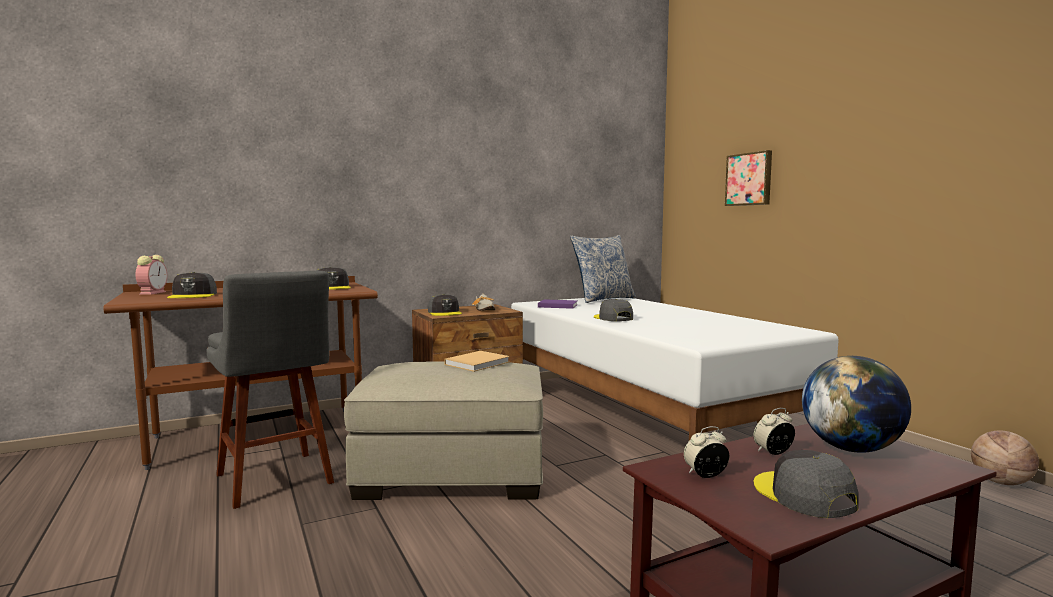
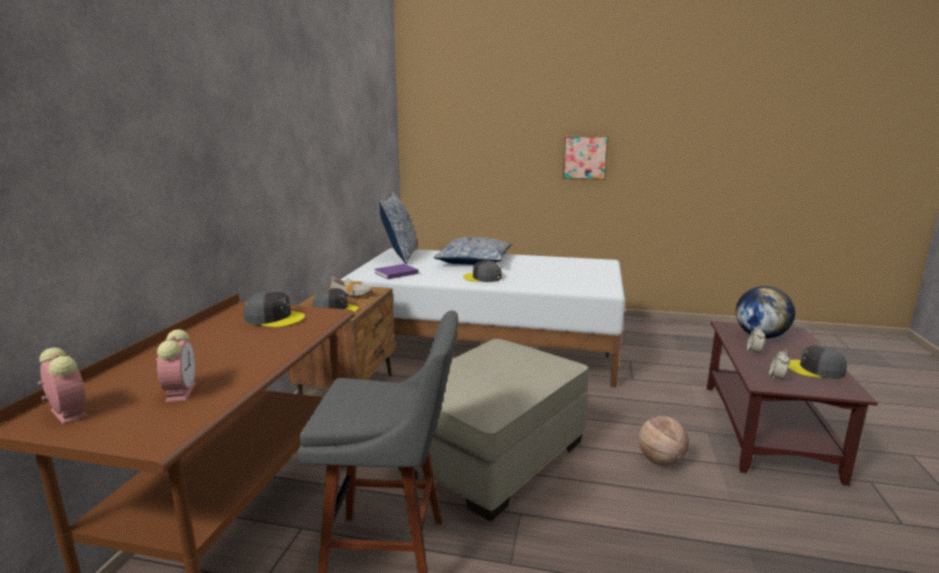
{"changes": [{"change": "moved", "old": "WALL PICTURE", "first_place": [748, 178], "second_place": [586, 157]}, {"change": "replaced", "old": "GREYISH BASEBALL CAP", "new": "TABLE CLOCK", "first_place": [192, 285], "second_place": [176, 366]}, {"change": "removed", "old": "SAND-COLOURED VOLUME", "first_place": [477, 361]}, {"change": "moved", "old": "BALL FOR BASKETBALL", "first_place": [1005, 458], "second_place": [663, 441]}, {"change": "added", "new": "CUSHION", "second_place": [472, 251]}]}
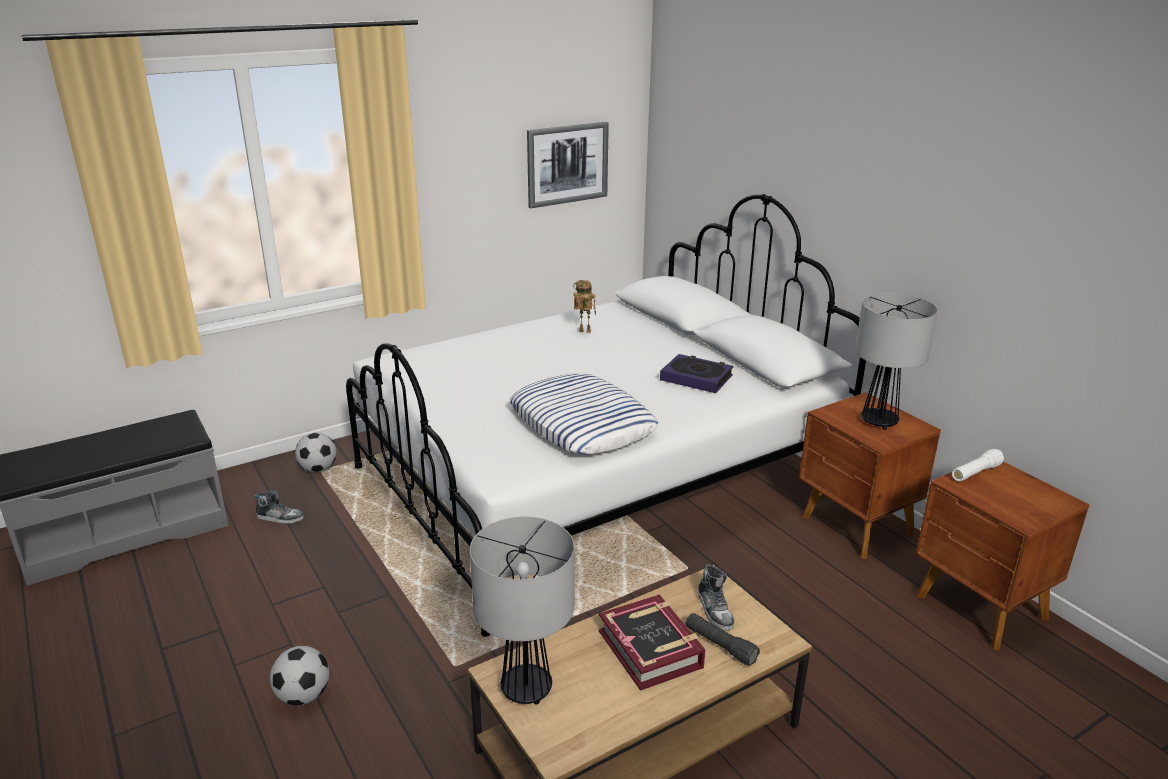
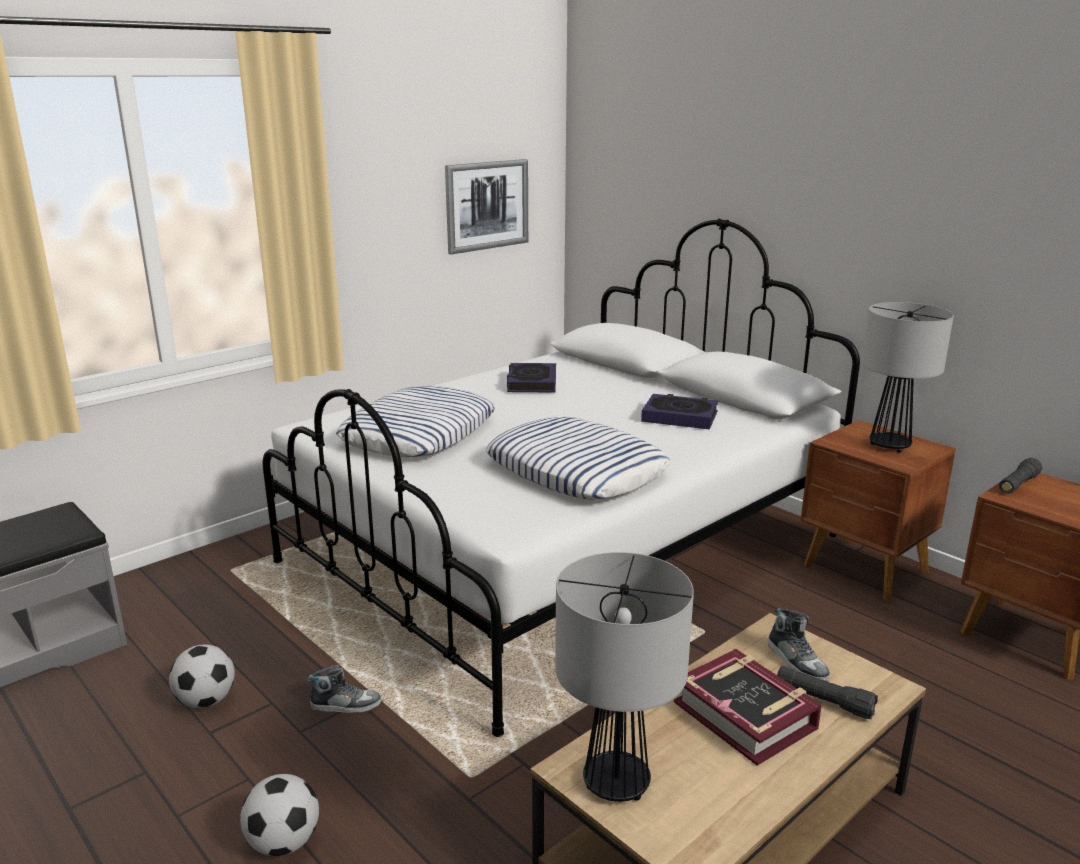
{"changes": [{"change": "replaced", "old": "MODEL ROBOT", "new": "VOLUME", "first_place": [584, 306], "second_place": [531, 378]}, {"change": "moved", "old": "BALL FOR FOOTBALL", "first_place": [316, 452], "second_place": [202, 676]}, {"change": "recoloured", "old": "WHITISH HAND TORCH", "new": "BLACK-COLOURED HAND TORCH", "first_place": [978, 465], "second_place": [1020, 476]}, {"change": "moved", "old": "SHOE", "first_place": [279, 506], "second_place": [344, 689]}, {"change": "added", "new": "CUSHION", "second_place": [415, 421]}]}
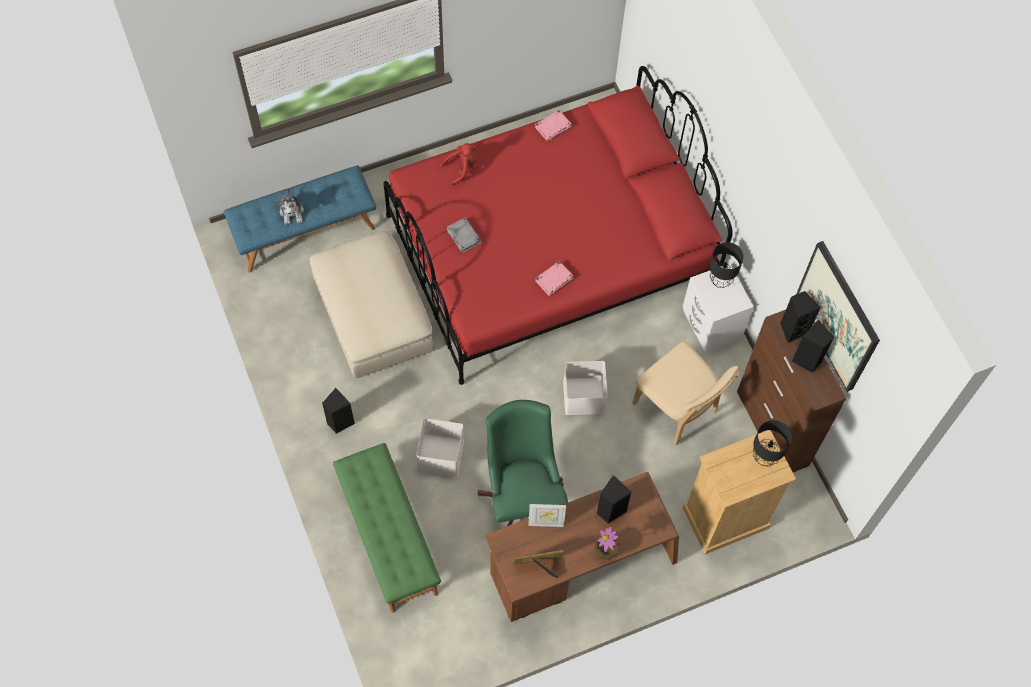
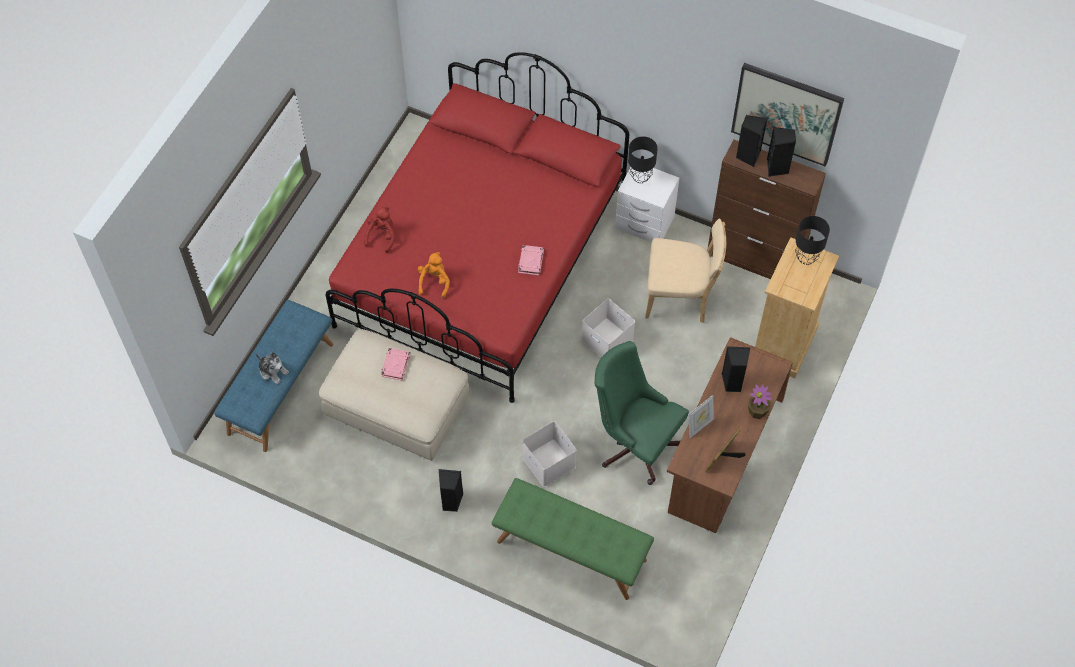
{"changes": [{"change": "moved", "old": "PINKISH VOLUME", "first_place": [553, 125], "second_place": [395, 364]}, {"change": "replaced", "old": "GREYISH VOLUME", "new": "ORANGEY SOFT TOY", "first_place": [463, 235], "second_place": [434, 275]}]}
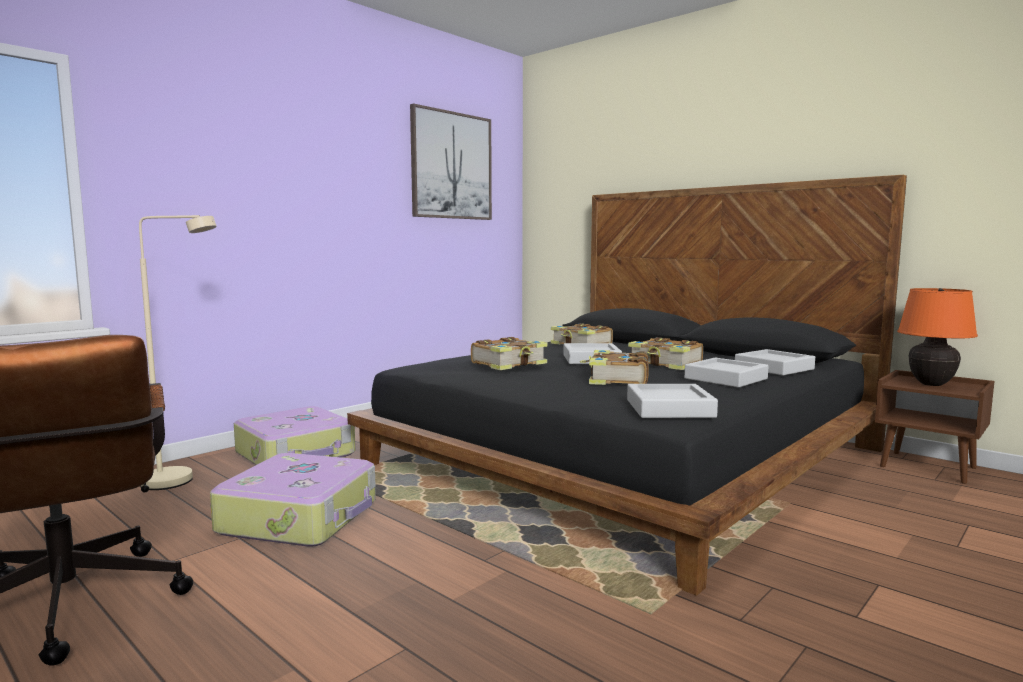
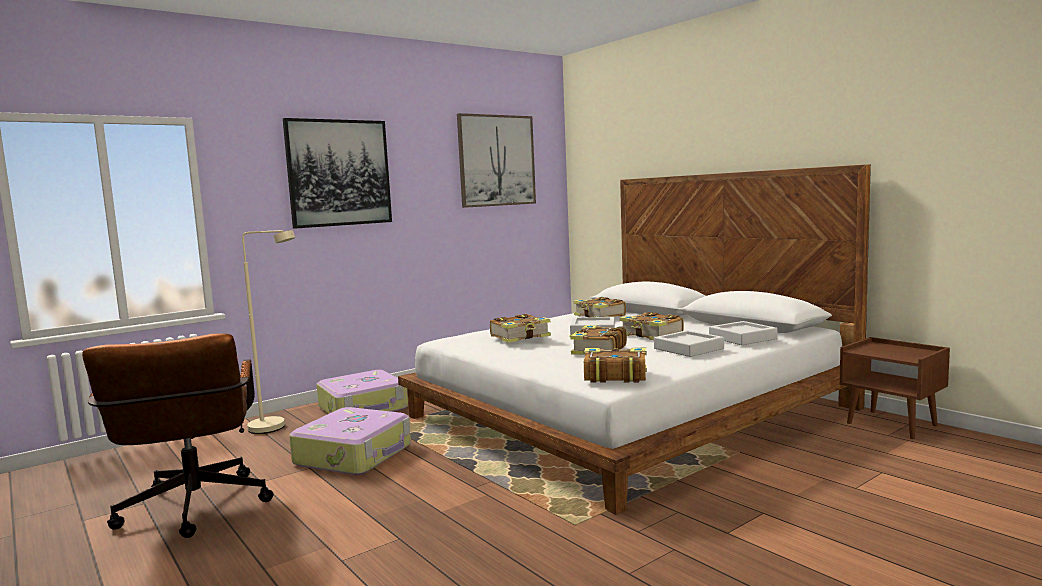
{"changes": [{"change": "recoloured", "old": "BLACK-COLOURED BED", "new": "WHITISH BED", "first_place": [627, 385], "second_place": [634, 339]}, {"change": "removed", "old": "ORANGEY TABLE LAMP", "first_place": [937, 337]}, {"change": "replaced", "old": "GREYISH TRAY", "new": "VOLUME", "first_place": [672, 401], "second_place": [615, 365]}, {"change": "added", "new": "WALL PICTURE", "second_place": [337, 173]}]}
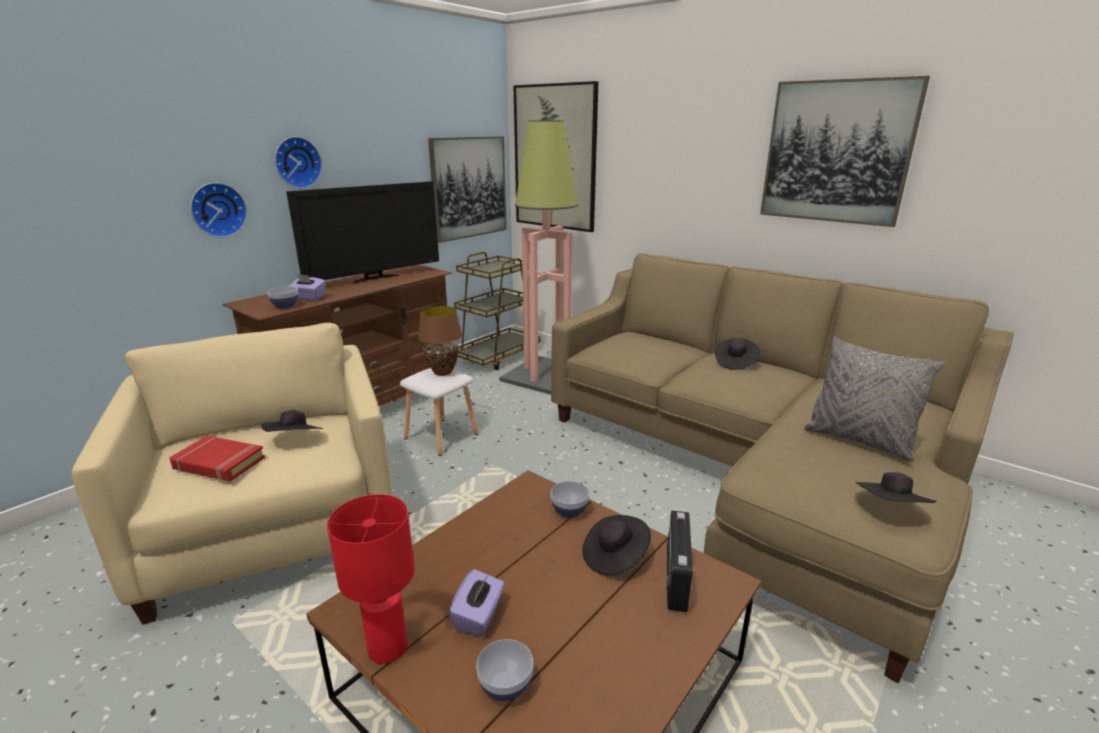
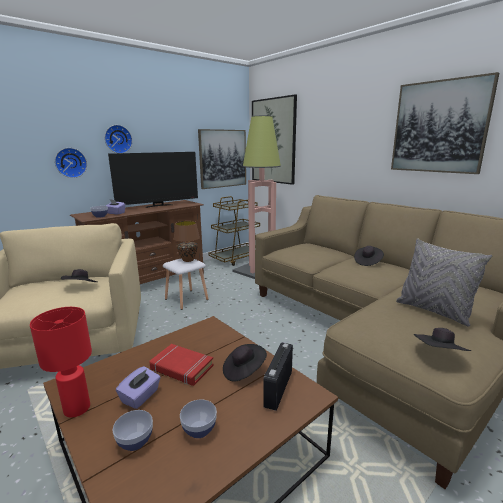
{"changes": [{"change": "moved", "old": "RED-COLOURED VOLUME", "first_place": [217, 458], "second_place": [181, 365]}, {"change": "moved", "old": "SERVING BOWL", "first_place": [570, 499], "second_place": [198, 418]}]}
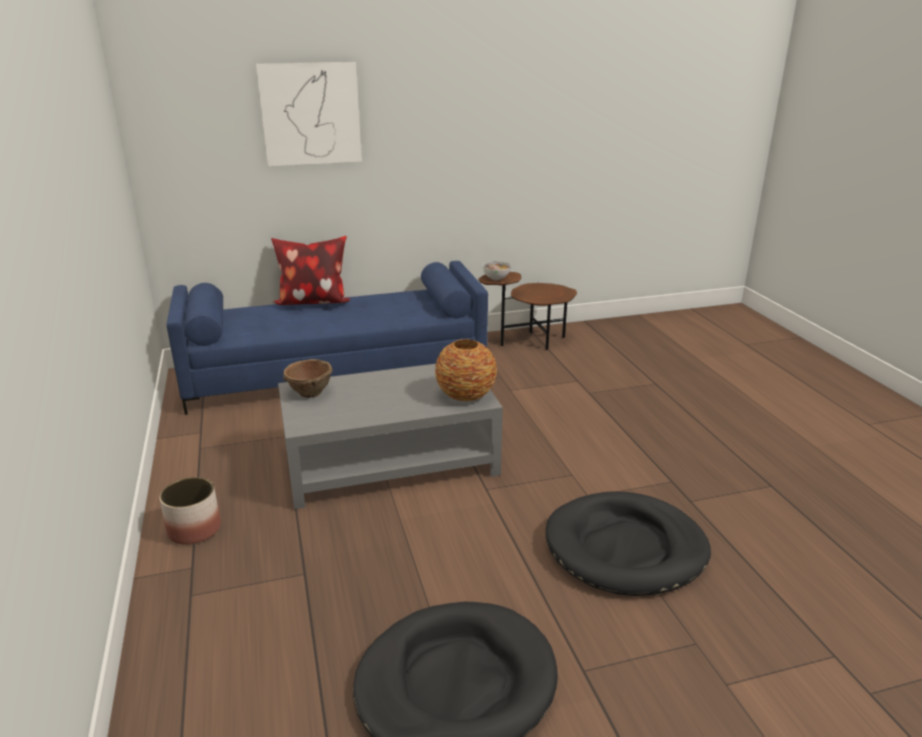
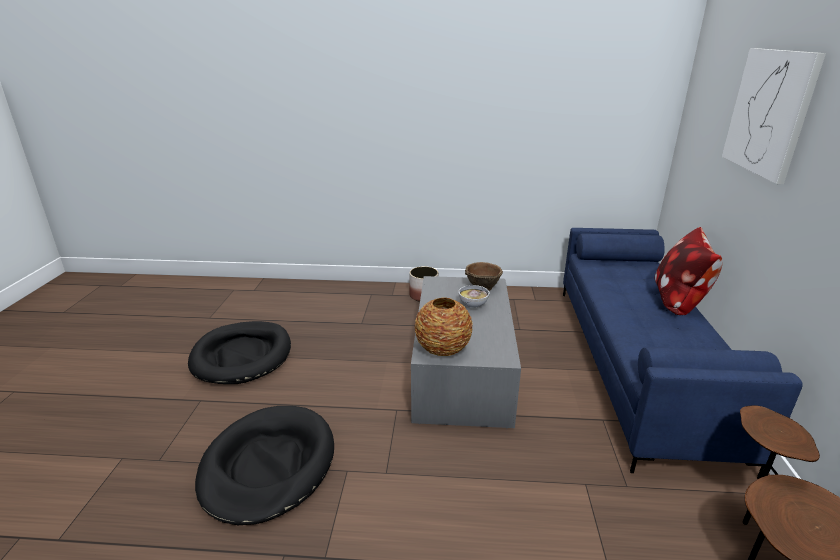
{"changes": [{"change": "moved", "old": "SERVING BOWL", "first_place": [497, 270], "second_place": [474, 296]}]}
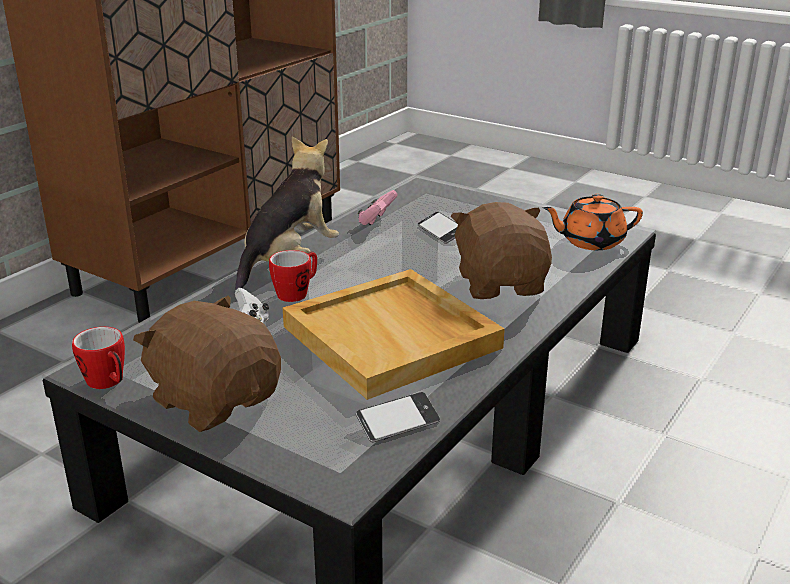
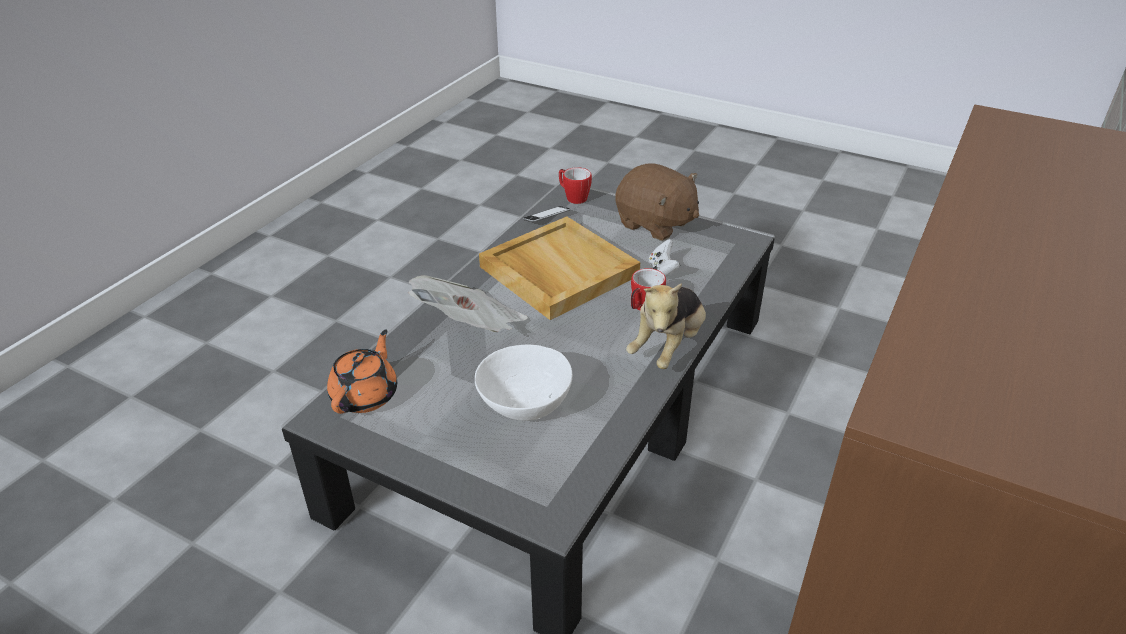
{"changes": [{"change": "removed", "old": "PINKISH JOYPAD", "first_place": [378, 207]}, {"change": "turned", "old": "ORANGEY TEAPOT", "first_place": [593, 222], "second_place": [362, 372], "degrees": -60}, {"change": "replaced", "old": "BROWN SOFT TOY", "new": "NEWSPAPER", "first_place": [501, 250], "second_place": [468, 303]}, {"change": "replaced", "old": "TELEPHONE", "new": "WHITISH SERVING BOWL", "first_place": [438, 228], "second_place": [523, 383]}, {"change": "moved", "old": "COFFEE MUG", "first_place": [98, 358], "second_place": [575, 185]}]}
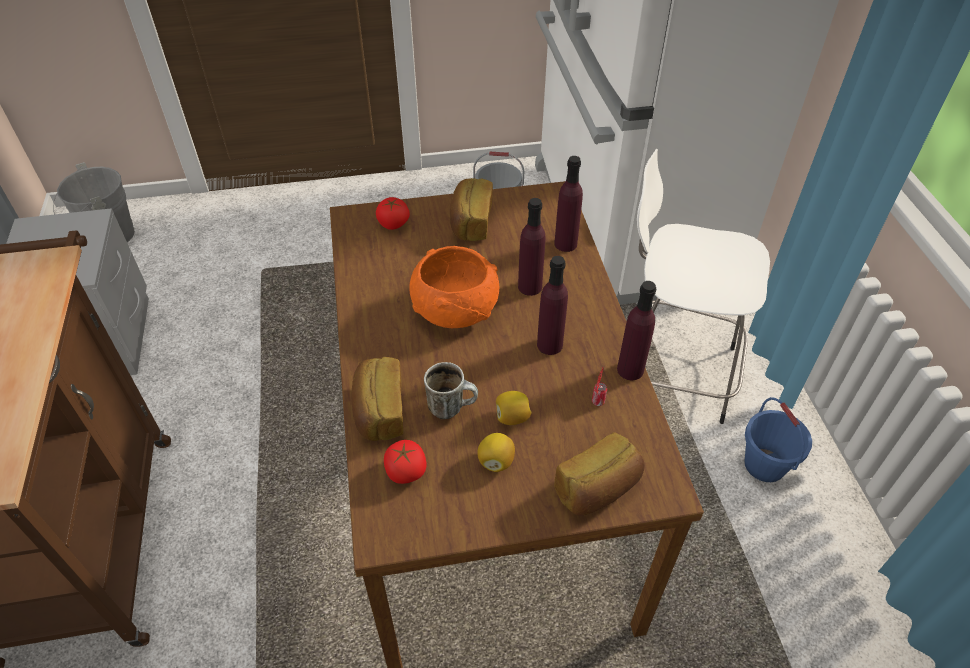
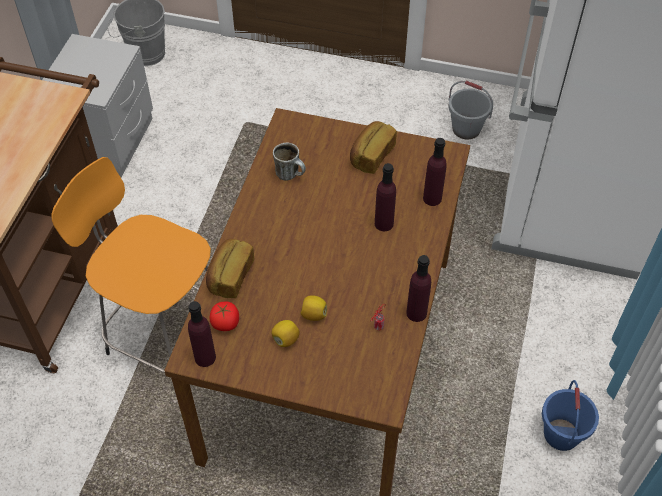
{"changes": [{"change": "removed", "old": "WHITISH STOOL", "first_place": [703, 286]}, {"change": "removed", "old": "FRESH TOMATO", "first_place": [393, 213]}, {"change": "removed", "old": "ORANGEY SERVING BOWL", "first_place": [454, 287]}, {"change": "moved", "old": "PURPLISH DRINK BOTTLE", "first_place": [552, 305], "second_place": [202, 334]}, {"change": "moved", "old": "COFFEE MUG", "first_place": [451, 390], "second_place": [289, 162]}, {"change": "removed", "old": "BREAD", "first_place": [599, 474]}, {"change": "added", "new": "ORANGEY STOOL", "second_place": [131, 265]}]}
